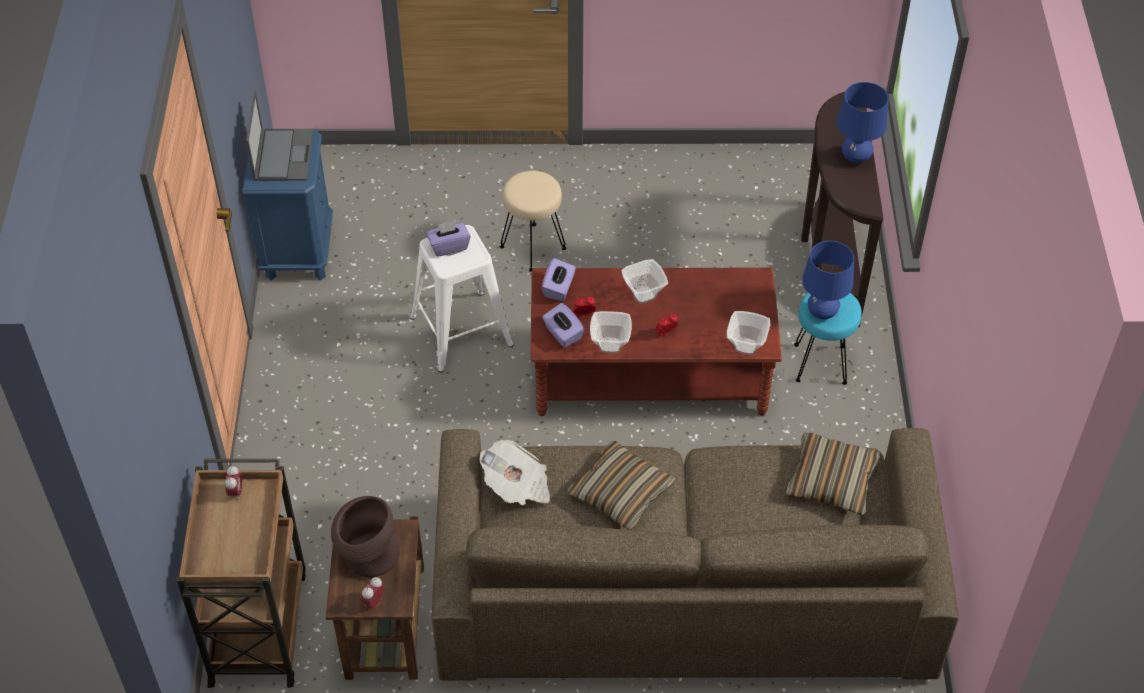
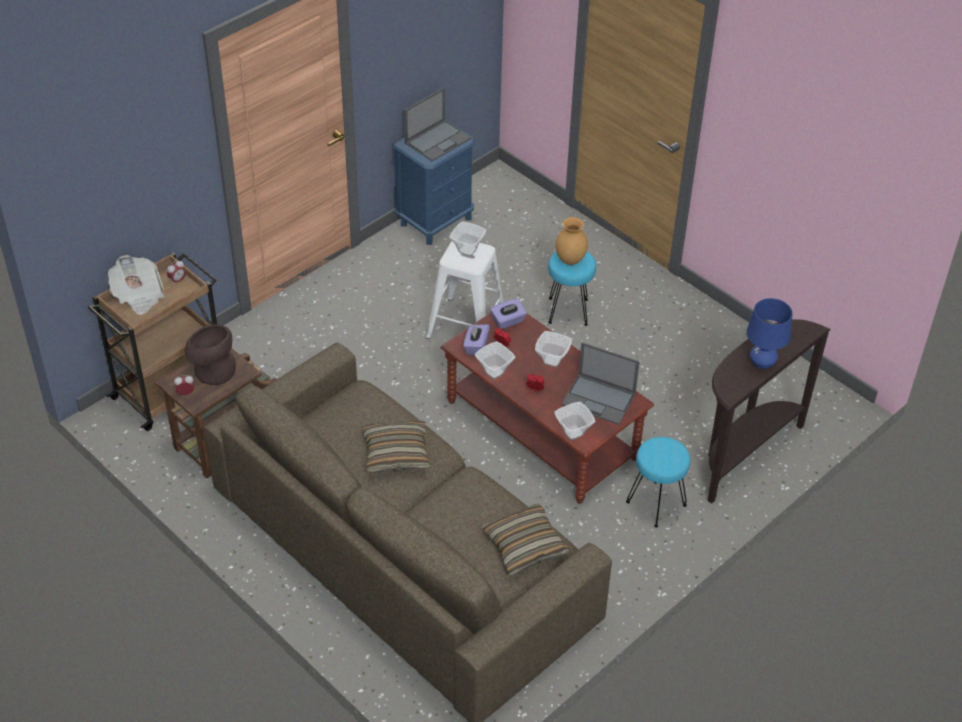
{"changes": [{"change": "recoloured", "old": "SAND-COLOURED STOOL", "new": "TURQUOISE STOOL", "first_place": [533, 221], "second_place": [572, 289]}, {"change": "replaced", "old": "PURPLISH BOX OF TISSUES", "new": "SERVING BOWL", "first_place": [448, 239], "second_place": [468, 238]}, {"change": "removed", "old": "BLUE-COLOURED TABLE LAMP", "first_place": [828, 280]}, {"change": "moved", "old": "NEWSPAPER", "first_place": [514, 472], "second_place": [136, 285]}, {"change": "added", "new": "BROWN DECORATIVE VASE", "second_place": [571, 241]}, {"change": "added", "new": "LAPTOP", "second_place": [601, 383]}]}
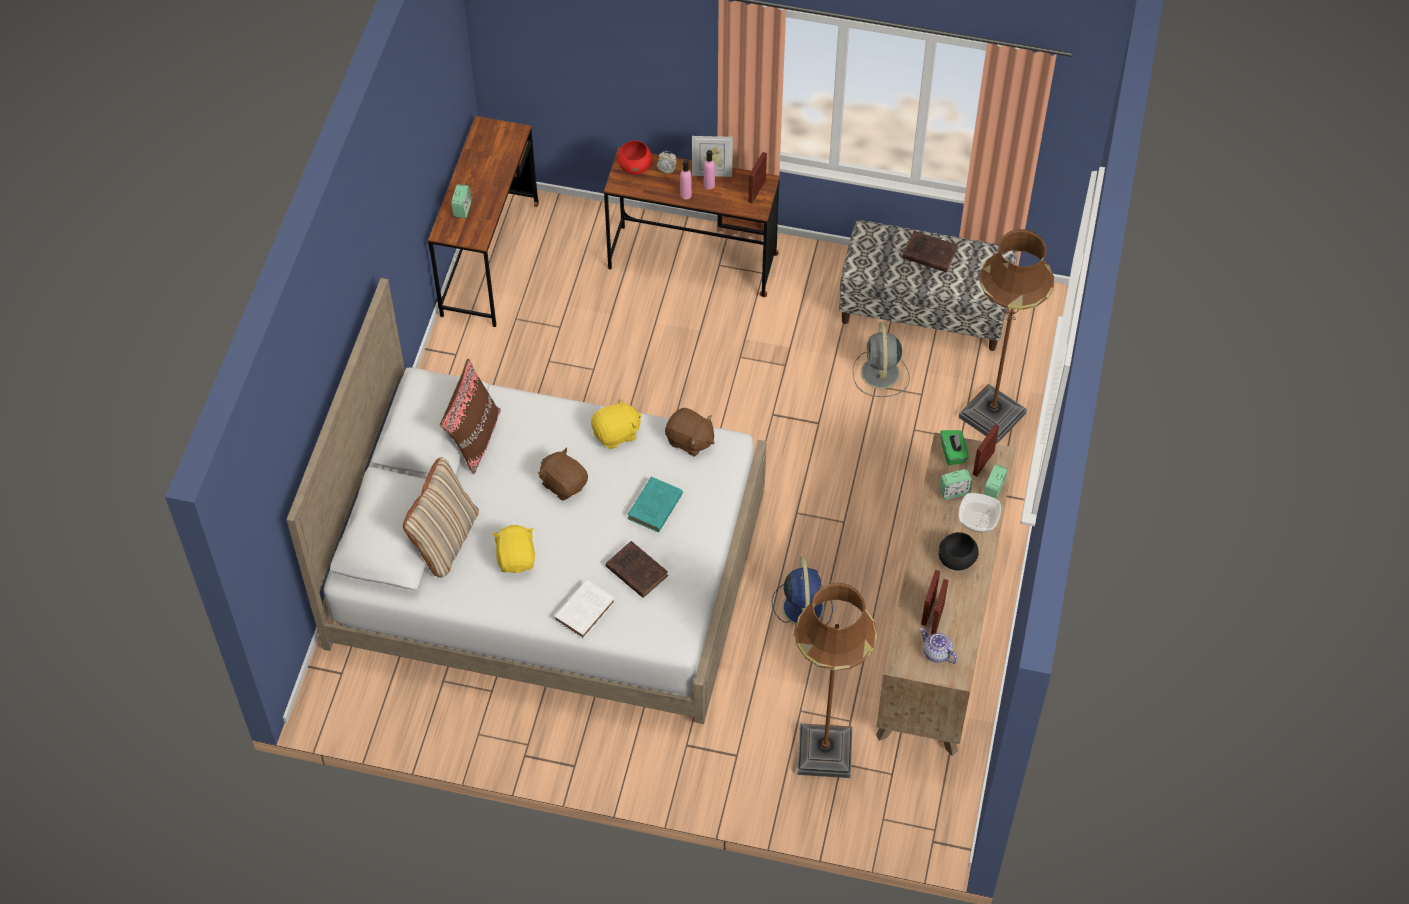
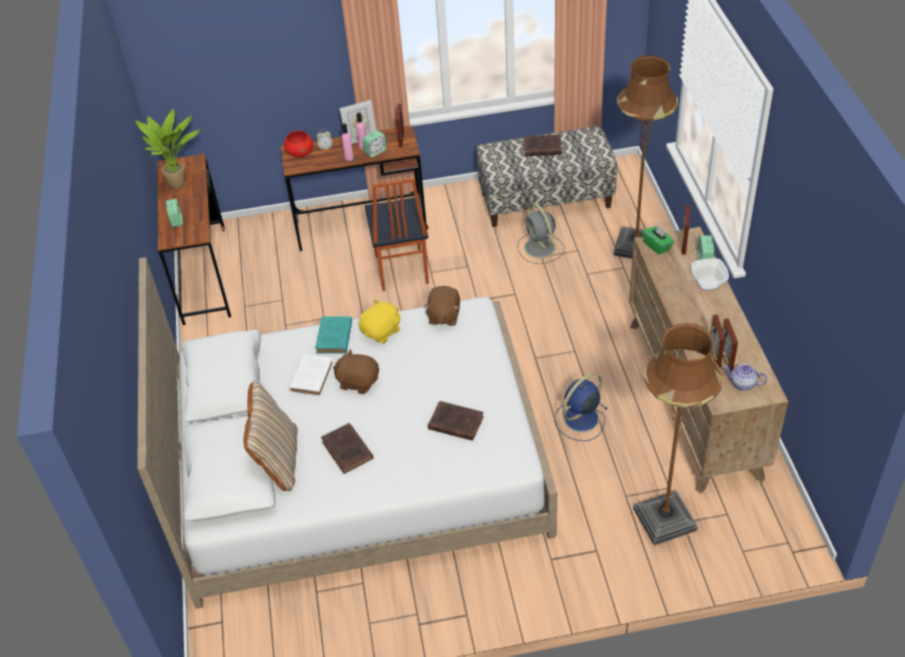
{"changes": [{"change": "removed", "old": "BROWN CUSHION", "first_place": [470, 416]}, {"change": "turned", "old": "BROWN SOFT TOY", "first_place": [690, 432], "second_place": [442, 306], "degrees": 90}, {"change": "moved", "old": "TABLE CLOCK", "first_place": [956, 484], "second_place": [375, 144]}, {"change": "moved", "old": "TURQUOISE VOLUME", "first_place": [655, 504], "second_place": [333, 335]}, {"change": "replaced", "old": "YELLOW-COLOURED SOFT TOY", "new": "BROWN VOLUME", "first_place": [513, 549], "second_place": [347, 448]}, {"change": "removed", "old": "BLACK-COLOURED SERVING BOWL", "first_place": [958, 551]}, {"change": "turned", "old": "BLUE-COLOURED ELECTRIC FAN", "first_place": [802, 595], "second_place": [581, 407], "degrees": -105}, {"change": "moved", "old": "WHITISH VOLUME", "first_place": [584, 609], "second_place": [311, 375]}, {"change": "added", "new": "PLANT IN A POT", "second_place": [168, 149]}, {"change": "added", "new": "PLAIN CHAIR", "second_place": [397, 234]}]}
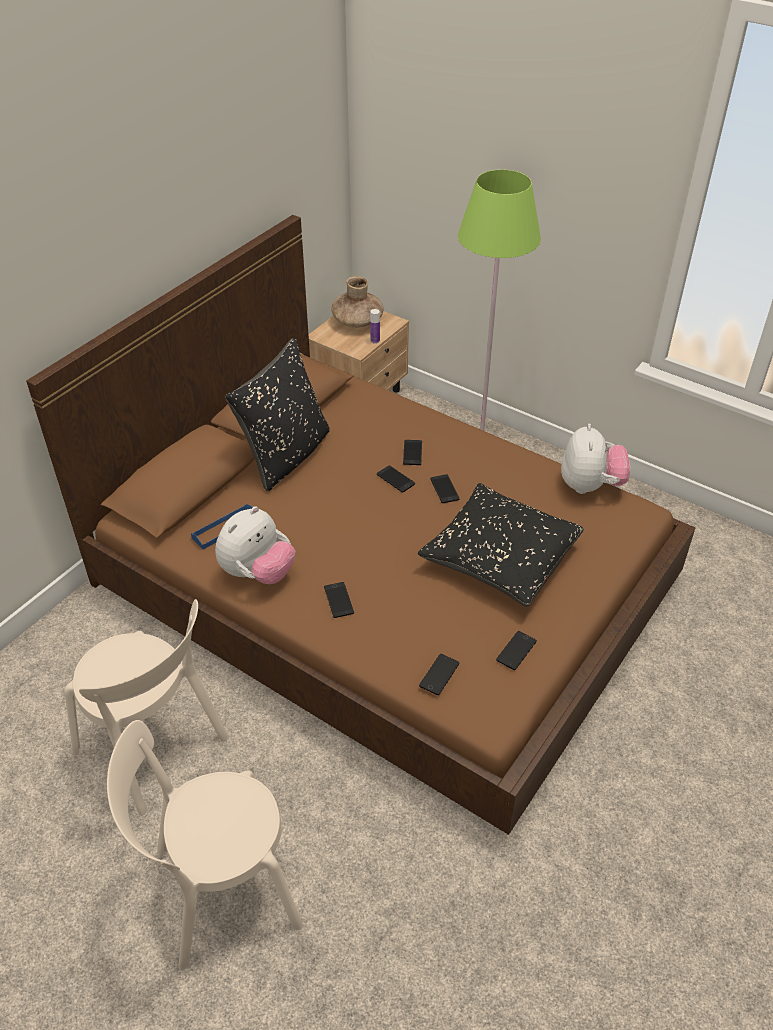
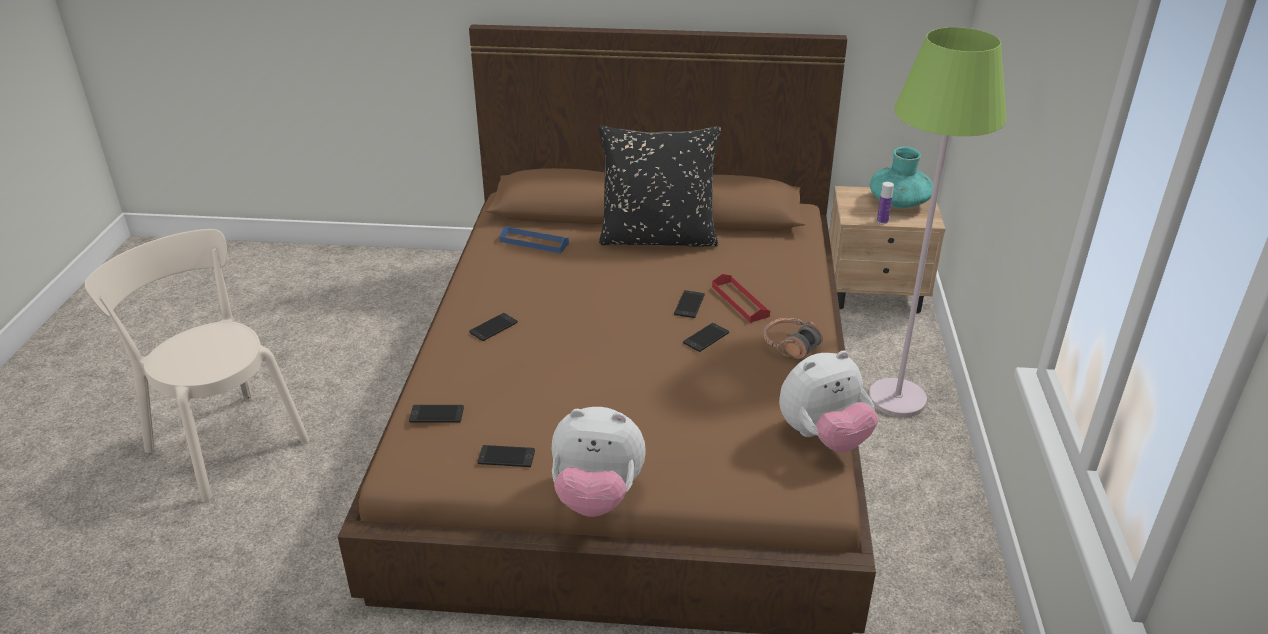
{"changes": [{"change": "recoloured", "old": "BROWN DECORATIVE VASE", "new": "TURQUOISE DECORATIVE VASE", "first_place": [357, 302], "second_place": [901, 178]}, {"change": "replaced", "old": "TELEPHONE", "new": "RED-COLOURED TRAY", "first_place": [412, 452], "second_place": [741, 298]}, {"change": "removed", "old": "BLACK-COLOURED CUSHION", "first_place": [501, 545]}, {"change": "moved", "old": "SOFT TOY", "first_place": [255, 545], "second_place": [598, 462]}, {"change": "removed", "old": "SAND-COLOURED PLAIN CHAIR", "first_place": [147, 707]}, {"change": "added", "new": "PAIR OF HEADPHONES", "second_place": [793, 338]}]}
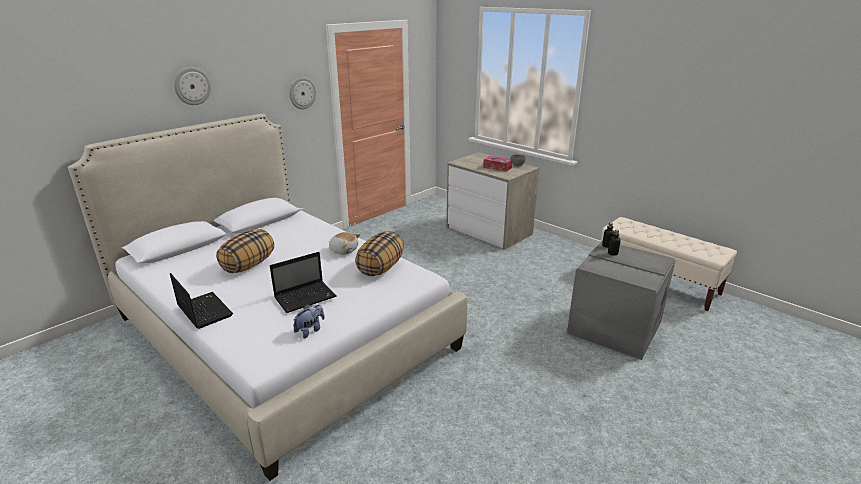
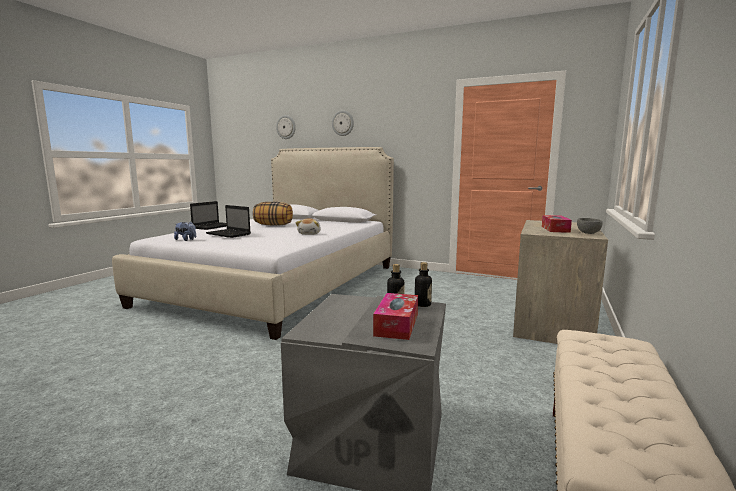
{"changes": [{"change": "moved", "old": "CLOCK ON THE WALL", "first_place": [302, 93], "second_place": [286, 127]}, {"change": "removed", "old": "CUSHION", "first_place": [379, 253]}, {"change": "added", "new": "BOX OF TISSUES", "second_place": [395, 316]}]}
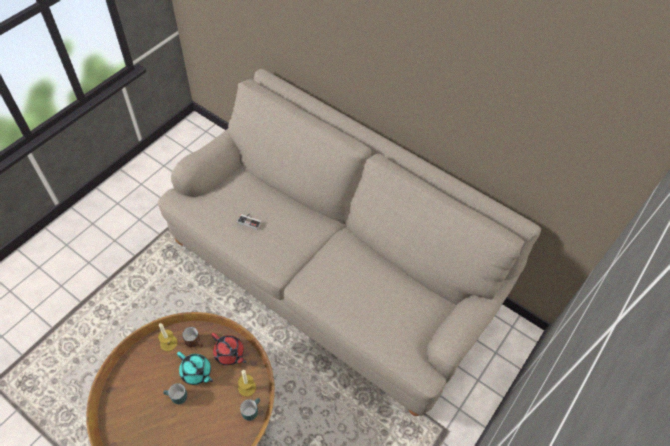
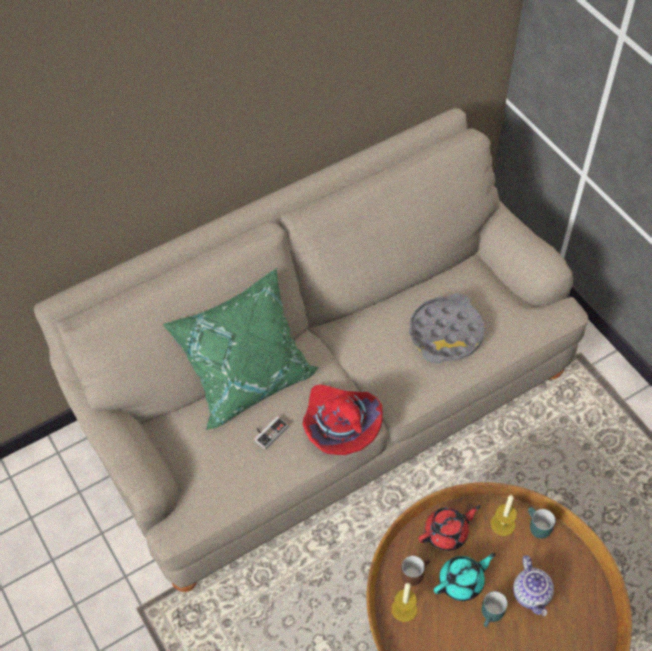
{"changes": [{"change": "added", "new": "GREEN CUSHION", "second_place": [240, 349]}, {"change": "added", "new": "GREYISH TRAY", "second_place": [446, 328]}, {"change": "added", "new": "RED-COLOURED HAT", "second_place": [343, 419]}, {"change": "added", "new": "TEAPOT", "second_place": [533, 585]}]}
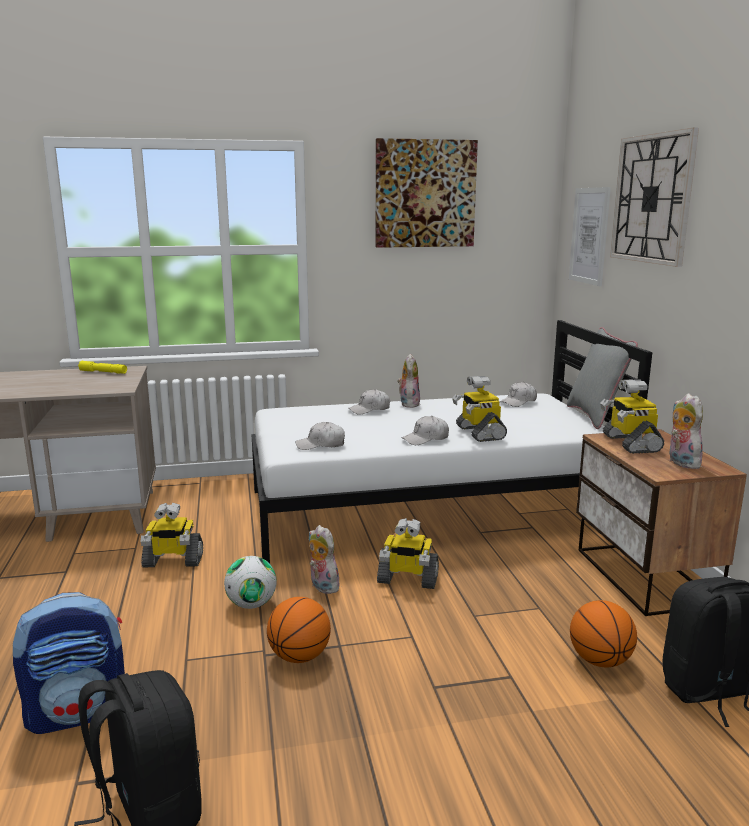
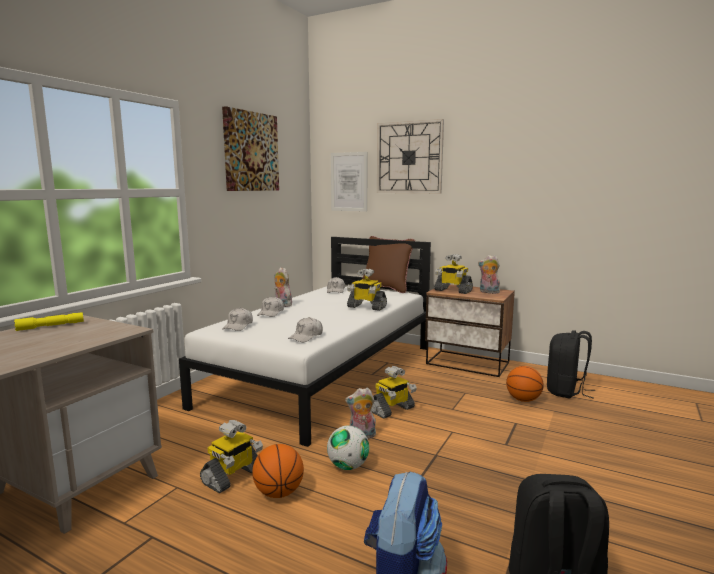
{"changes": [{"change": "recoloured", "old": "GREYISH CUSHION", "new": "BROWN CUSHION", "first_place": [602, 378], "second_place": [388, 264]}, {"change": "moved", "old": "WHITISH BASEBALL CAP", "first_place": [425, 430], "second_place": [238, 319]}, {"change": "moved", "old": "BALL FOR BASKETBALL", "first_place": [299, 630], "second_place": [278, 471]}]}
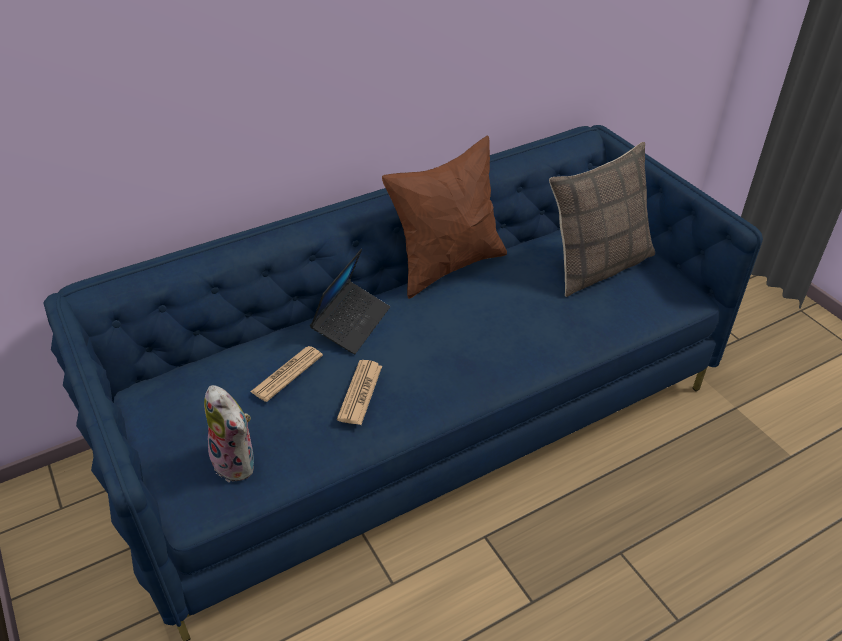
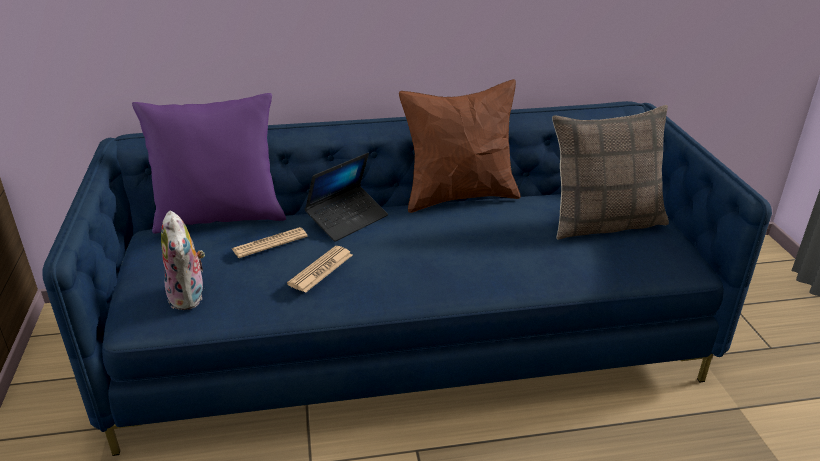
{"changes": [{"change": "added", "new": "PURPLISH CUSHION", "second_place": [209, 163]}]}
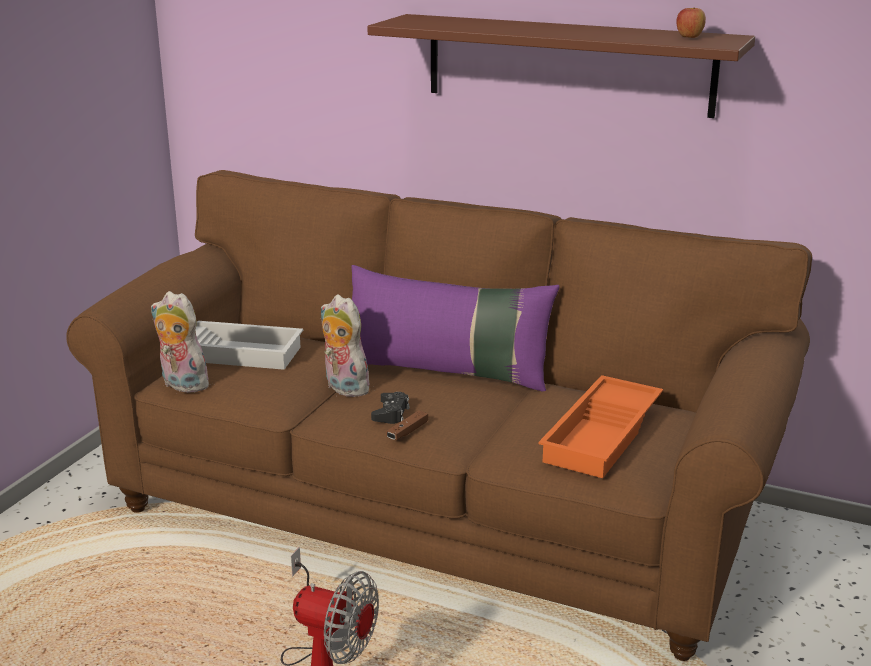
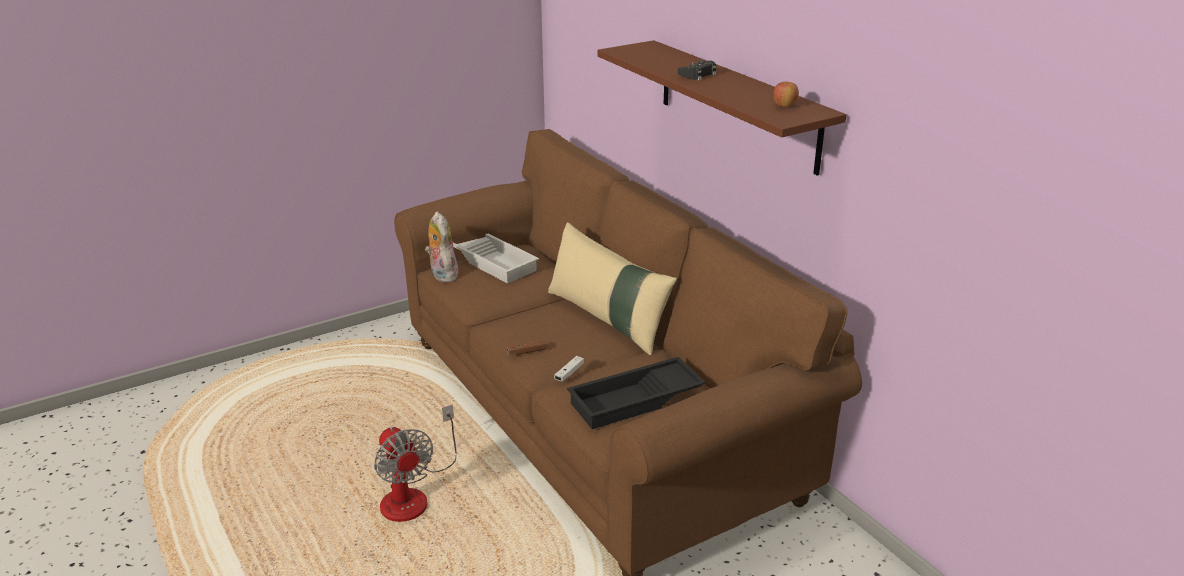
{"changes": [{"change": "recoloured", "old": "PURPLISH CUSHION", "new": "SAND-COLOURED CUSHION", "first_place": [455, 328], "second_place": [612, 288]}, {"change": "removed", "old": "SOFT TOY", "first_place": [344, 346]}, {"change": "recoloured", "old": "ORANGEY TRAY", "new": "BLACK-COLOURED TRAY", "first_place": [600, 426], "second_place": [636, 393]}, {"change": "moved", "old": "BLACK-COLOURED JOYPAD", "first_place": [390, 408], "second_place": [697, 70]}, {"change": "added", "new": "WHITISH JOYPAD", "second_place": [569, 368]}]}
